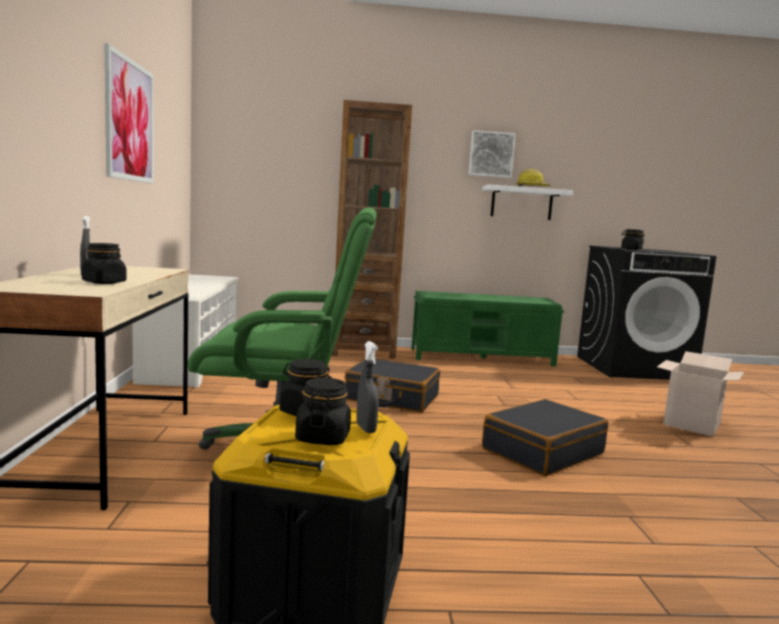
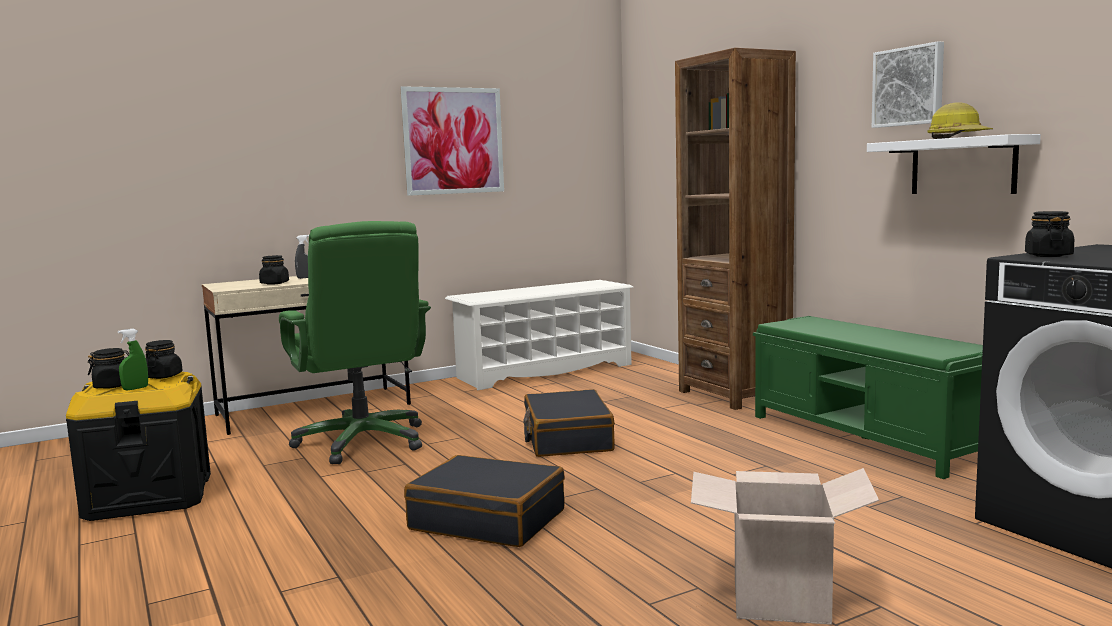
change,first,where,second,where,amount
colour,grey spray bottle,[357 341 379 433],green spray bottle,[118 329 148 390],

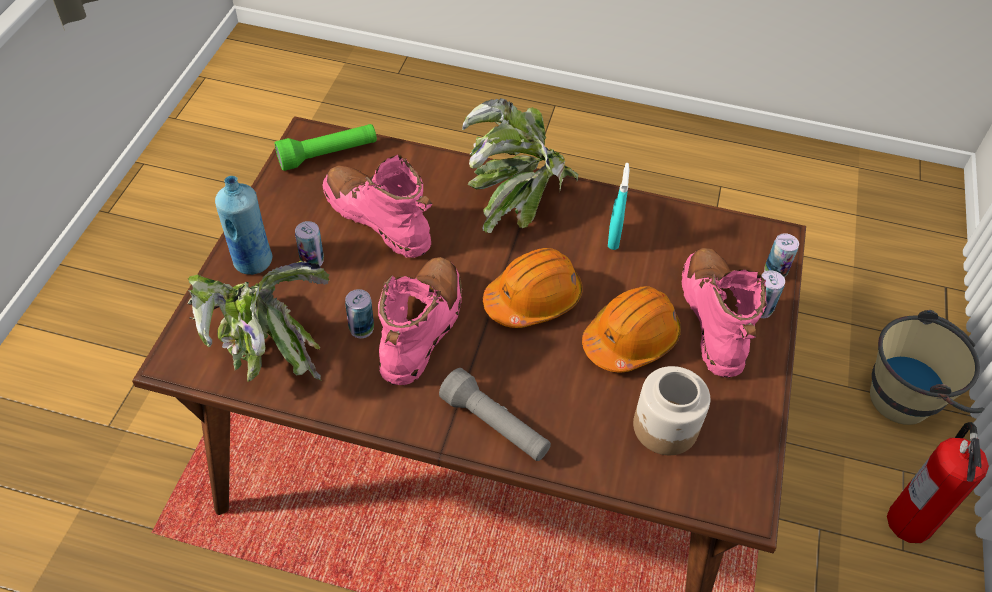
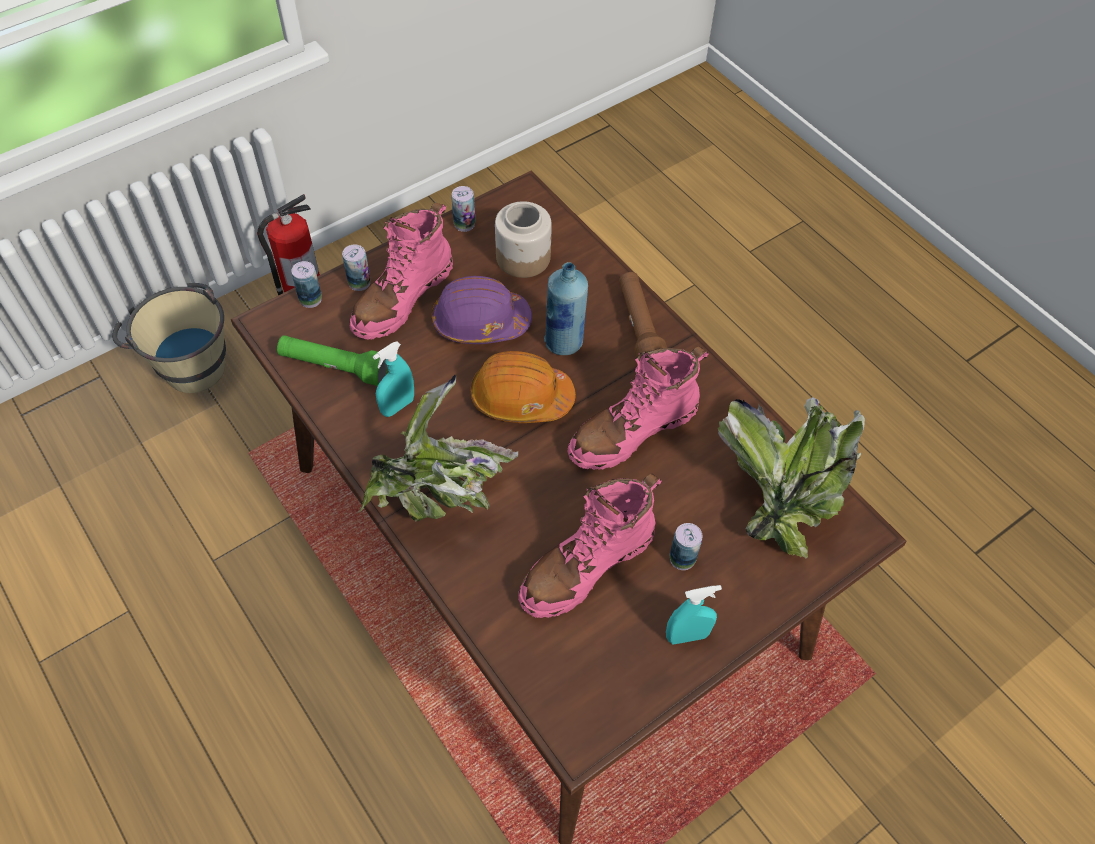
change,first,where,second,where,amount
appeared,,,turquoise spray bottle,[666 585 722 644],
relocated,blue bottle,[215 176 272 275],,[544 262 588 355],
relocated,green flashlight,[275 124 377 171],,[277 335 388 386],
relocated,can,[345 289 374 338],,[452 186 475 232],
colour,grey flashlight,[439 368 551 461],brown flashlight,[619 272 667 358],
colour,orange hard hat,[582 286 681 373],purple hard hat,[432 276 532 344],
spun,pink boot,[322 155 432 258],,[518 474 662 618],60 degrees clockwise

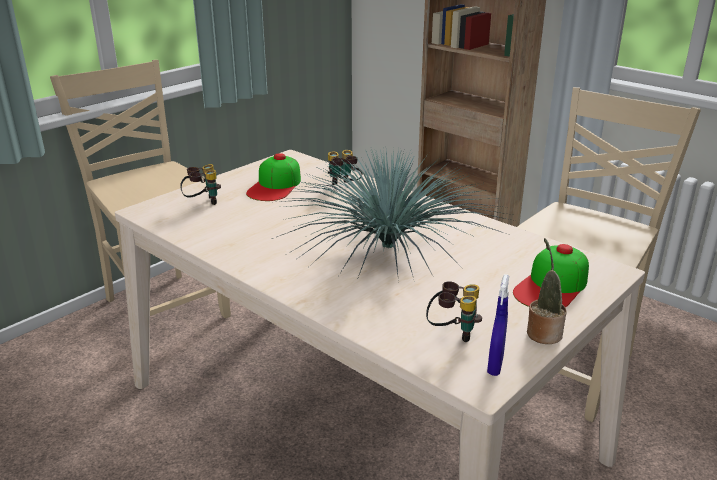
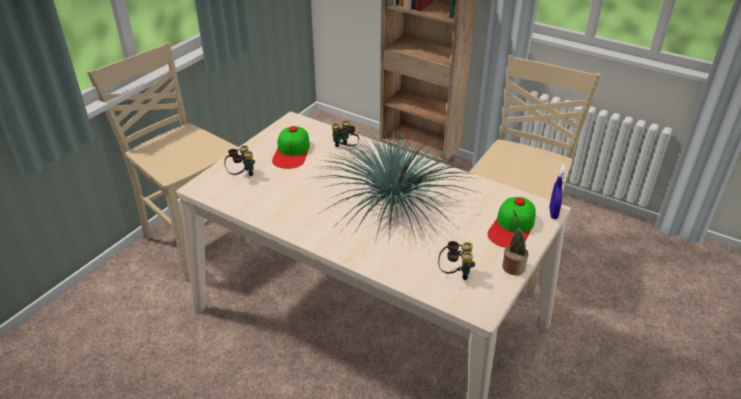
change,first,where,second,where,amount
relocated,blue spray bottle,[487 274 509 376],,[549 164 566 219],

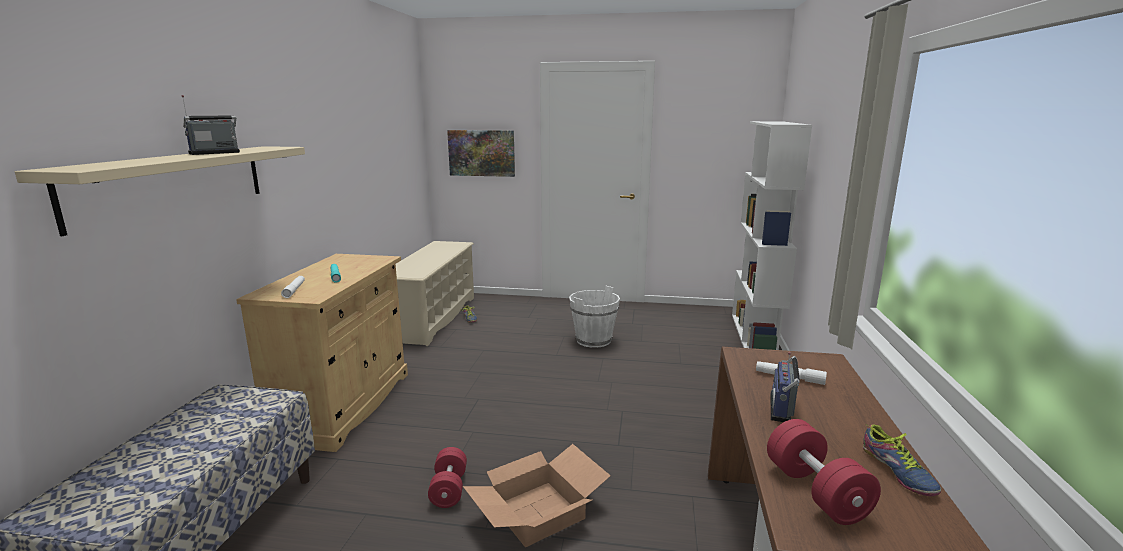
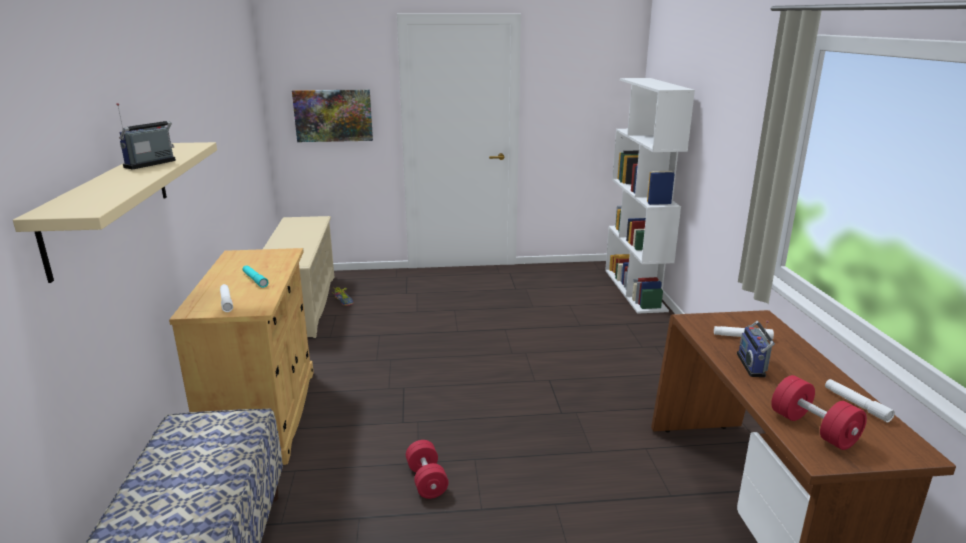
change,first,where,second,where,amount
missing,cardboard box,[463 444 611 547],,,
missing,white bucket,[569 286 620 348],,,
exchanged,shoe,[863 424 941 496],white flashlight,[825 379 895 422],

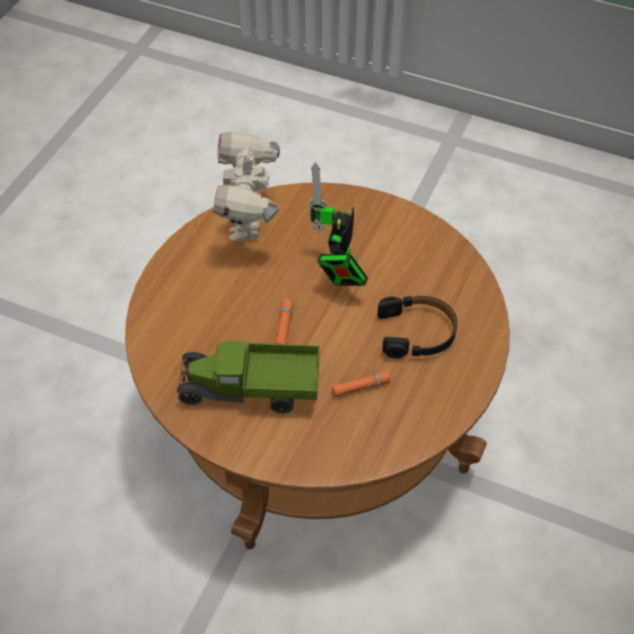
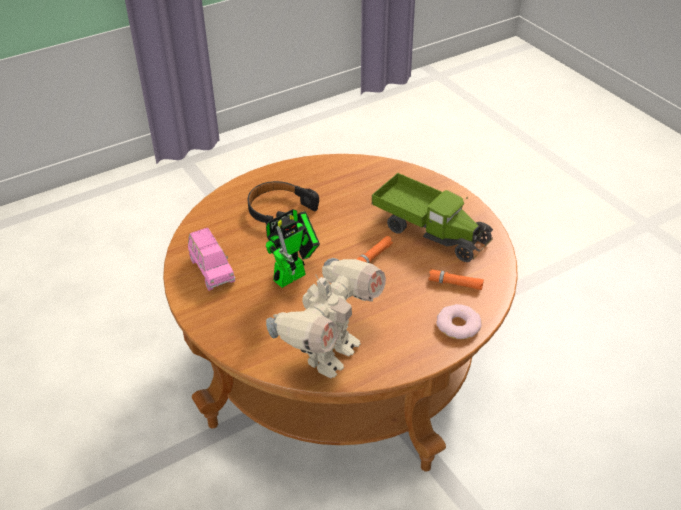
change,first,where,second,where,amount
appeared,,,pink toy car,[188 228 235 291],
appeared,,,donut,[436 304 481 339],
relocated,orange flashlight,[332 371 392 397],,[428 269 484 290],

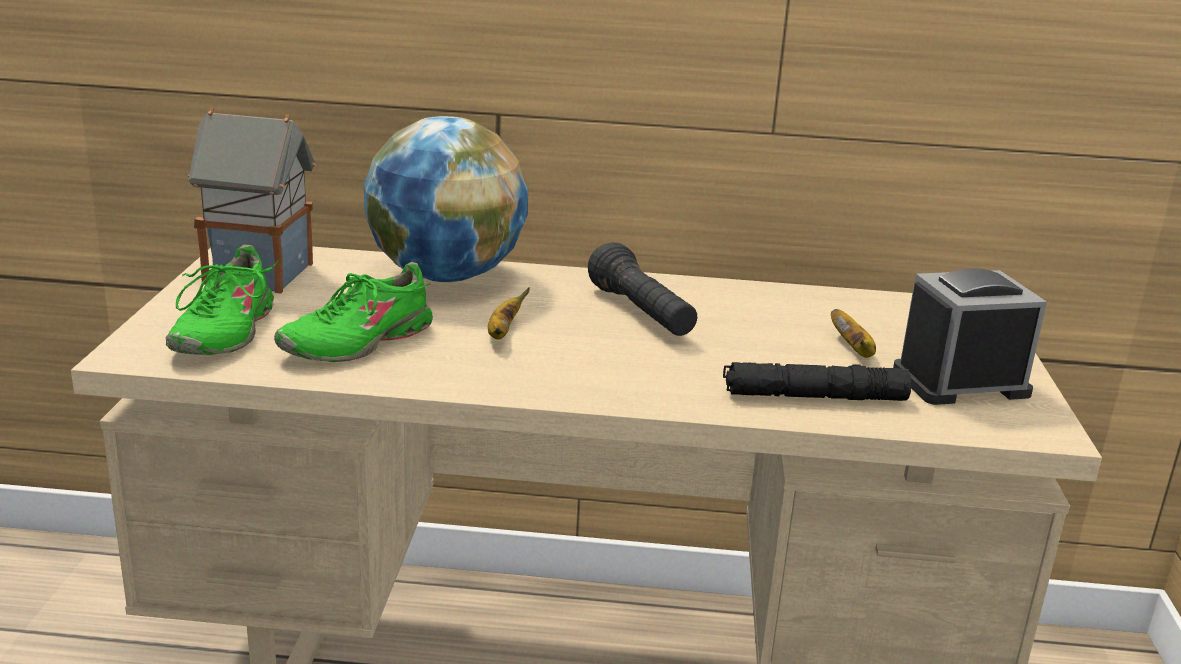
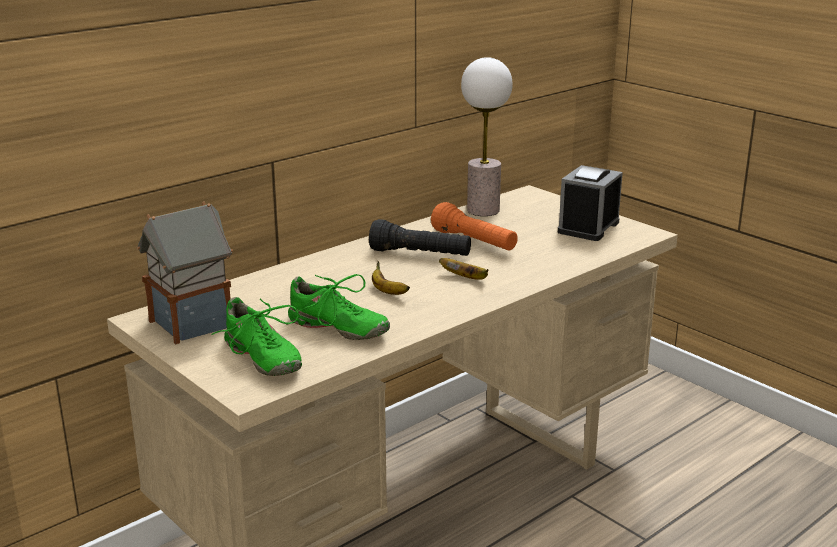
change,first,where,second,where,amount
missing,globe,[364 116 528 282],,,
missing,black flashlight,[723 362 912 401],,,
appeared,,,orange flashlight,[431 202 518 251],
appeared,,,table lamp,[461 57 513 216],
relocated,banana,[831 309 876 358],,[439 258 489 280],
spun,green shoe,[274 262 433 362],,[288 274 390 340],60 degrees counterclockwise

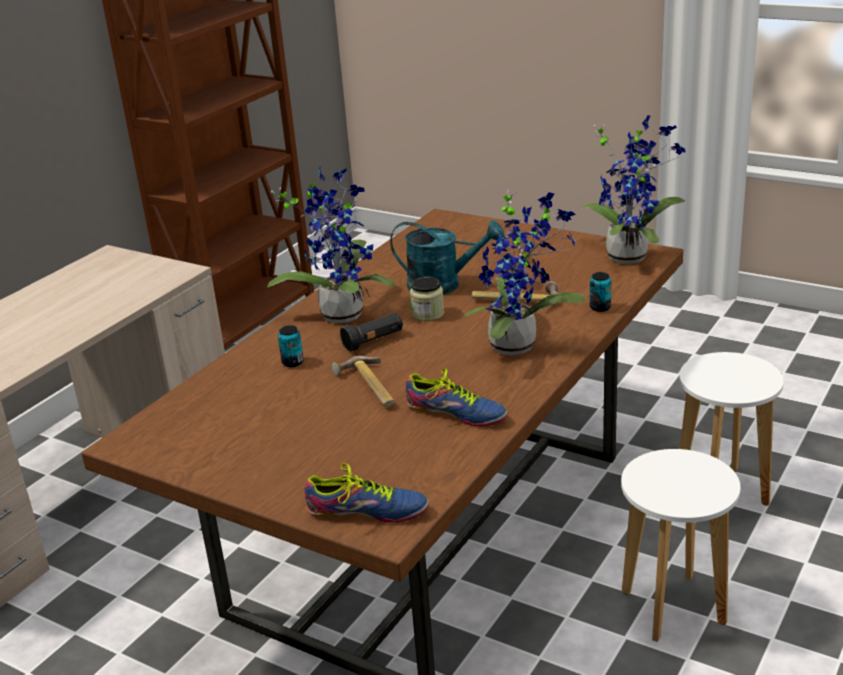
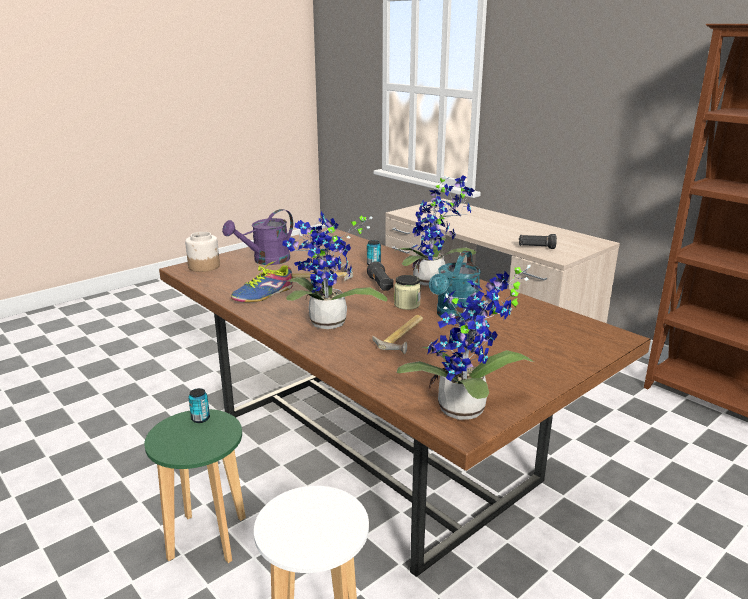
change,first,where,second,where,amount
appeared,,,purple watering can,[222 209 293 265],
appeared,,,black flashlight,[519 234 557 249],
relocated,can,[590 272 611 312],,[188 388 210 423],
exchanged,shoe,[305 463 429 523],jar,[185 232 220 272],
colour,white stool,[621 449 741 642],green stool,[144 409 246 563],

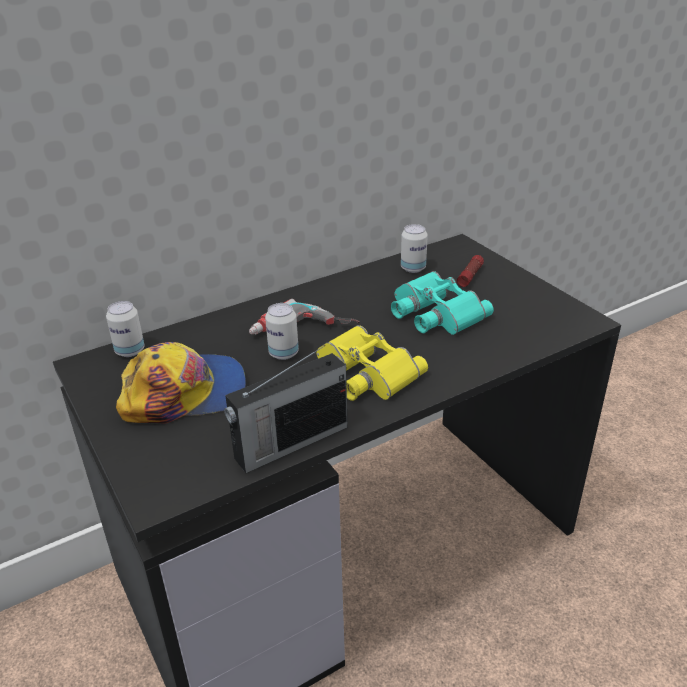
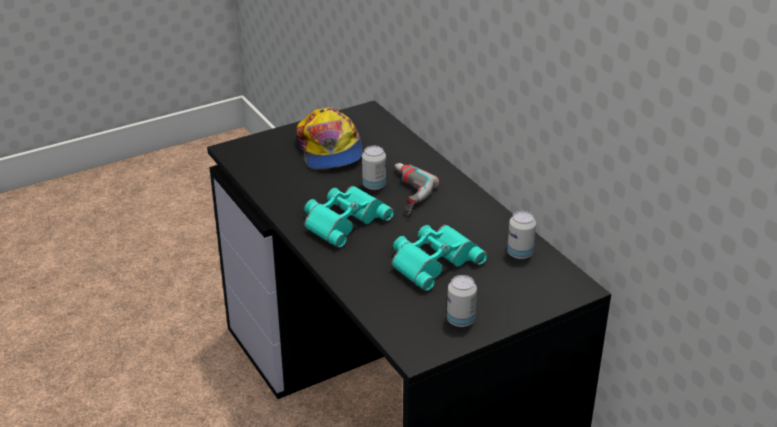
change,first,where,second,where,amount
missing,radio,[224 345 348 473],,,
missing,flashlight,[457 255 484 287],,,
relocated,can,[106 301 145 357],,[447 275 477 327],
colour,yellow binoculars,[317 325 428 401],turquoise binoculars,[304 186 394 248],

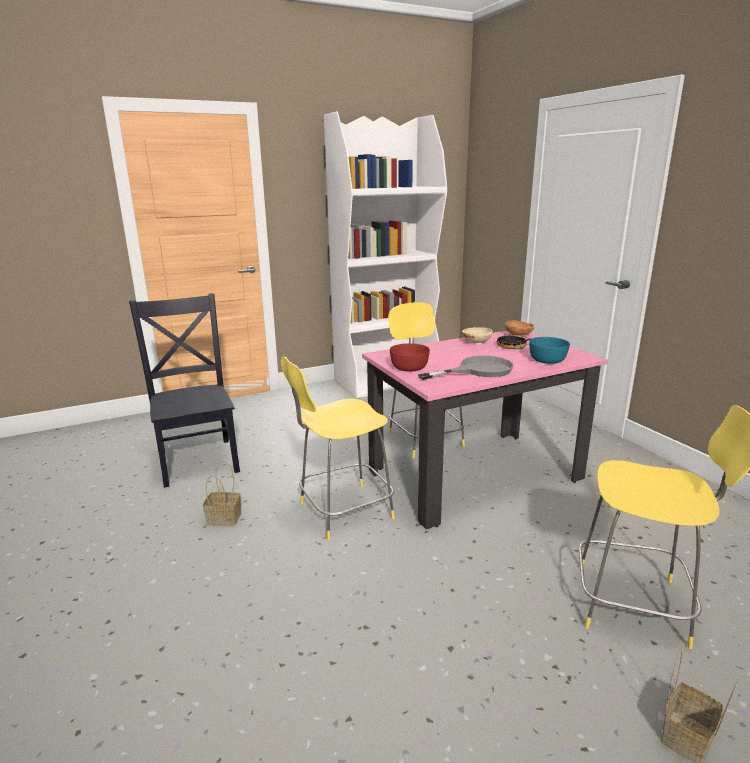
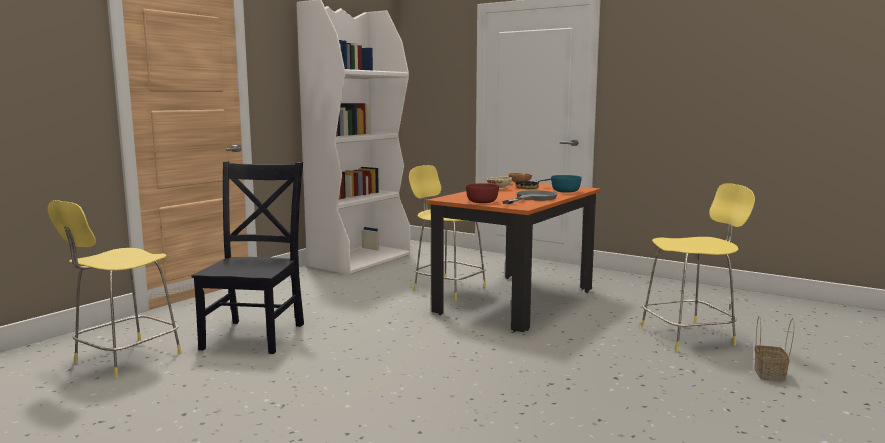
change,first,where,second,where,amount
missing,basket,[203 460 241 526],,,
relocated,yellow stool,[281 356 395 541],,[48 200 182 378],
colour,pink dining table,[362 331 608 529],orange dining table,[426 181 600 332],
spun,black chair,[129 293 240 488],,[191 161 304 354],60 degrees clockwise

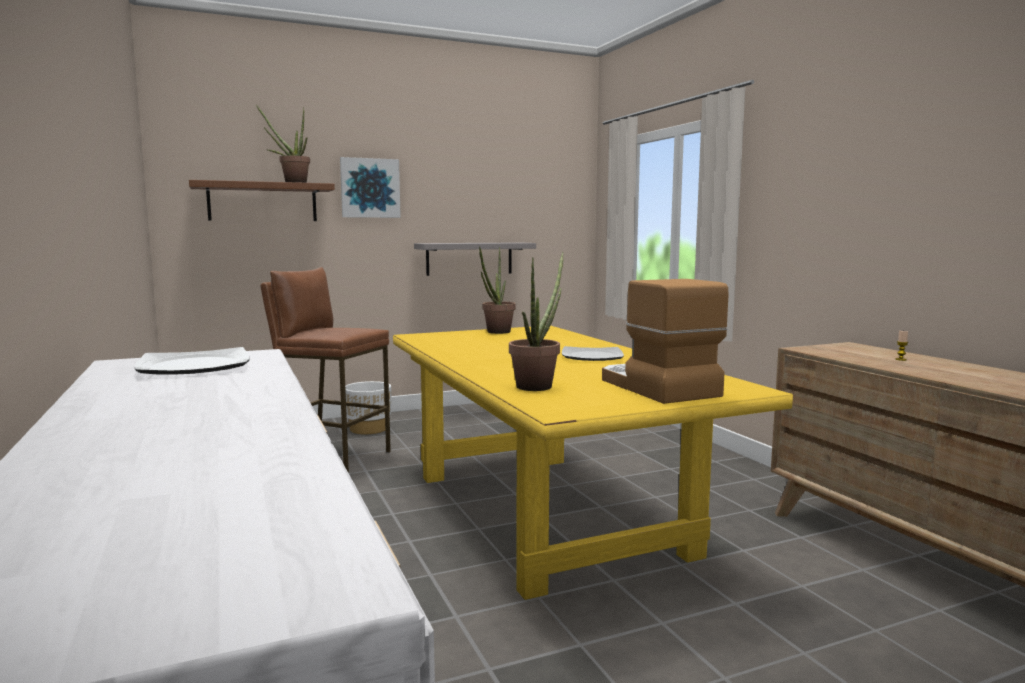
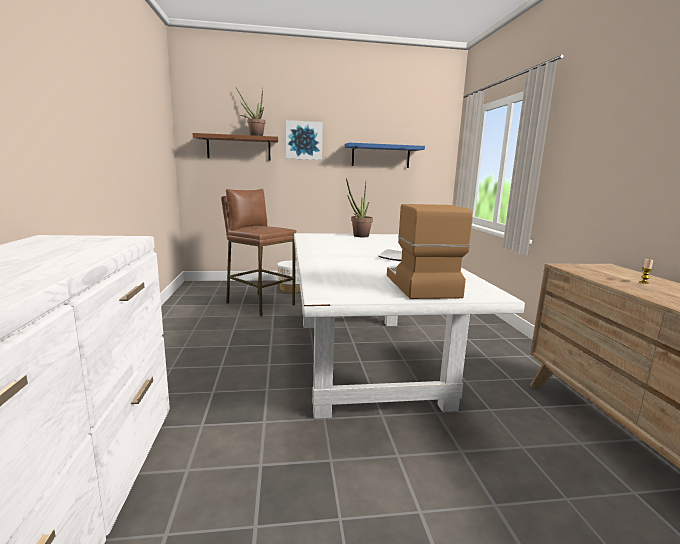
change,first,where,second,where,amount
missing,plate,[134 347 250 375],,,
missing,grey shelf,[414 242 536 276],,,
missing,potted plant,[509 252 563 391],,,
appeared,,,blue shelf,[345 143 425 168],
colour,yellow dining table,[393 325 793 600],white dining table,[294 233 525 419],

